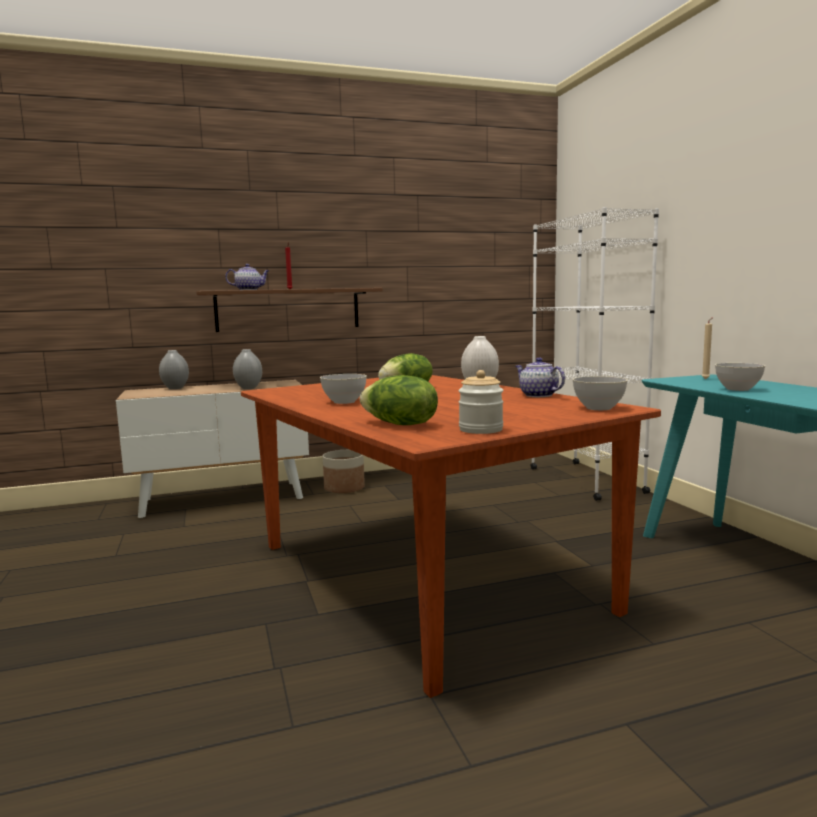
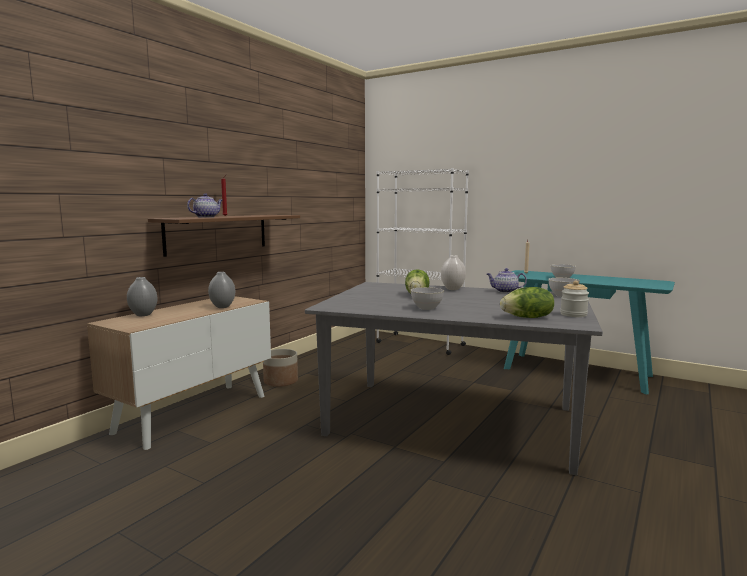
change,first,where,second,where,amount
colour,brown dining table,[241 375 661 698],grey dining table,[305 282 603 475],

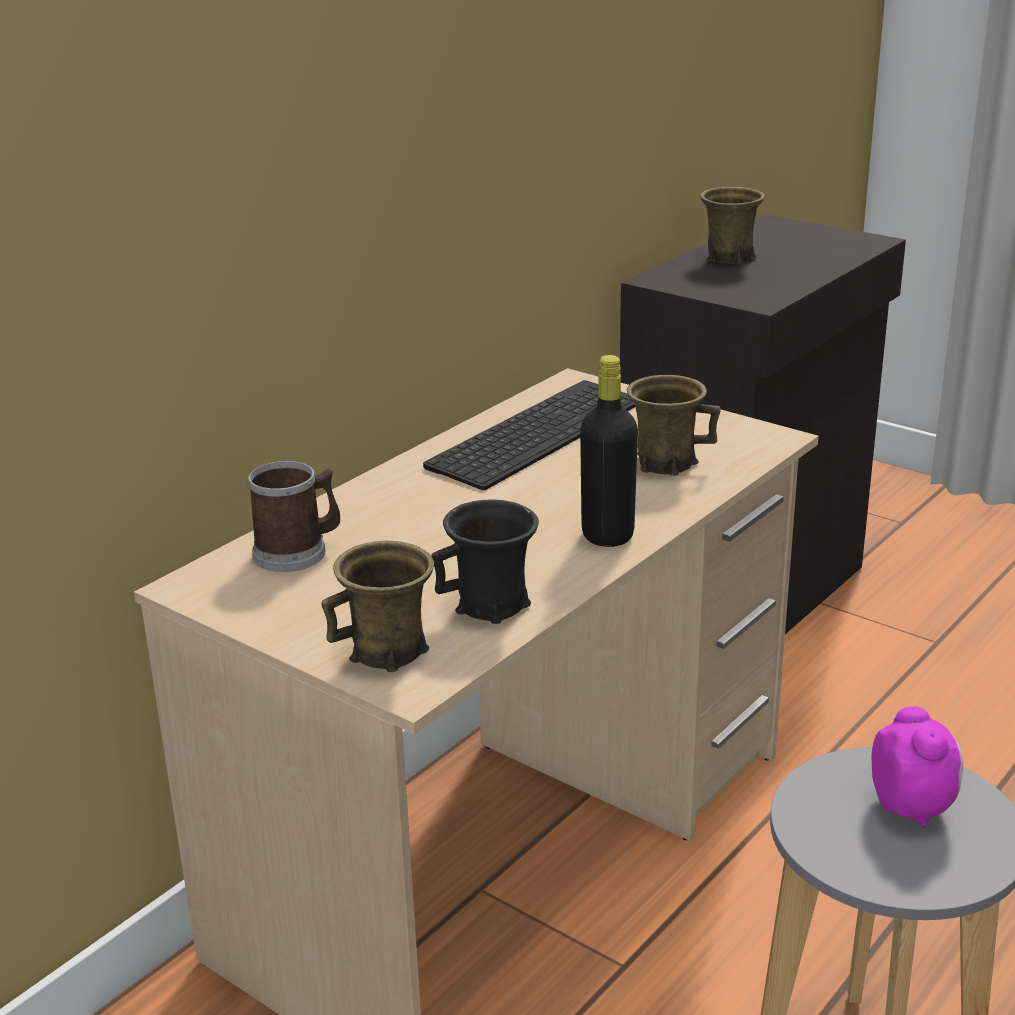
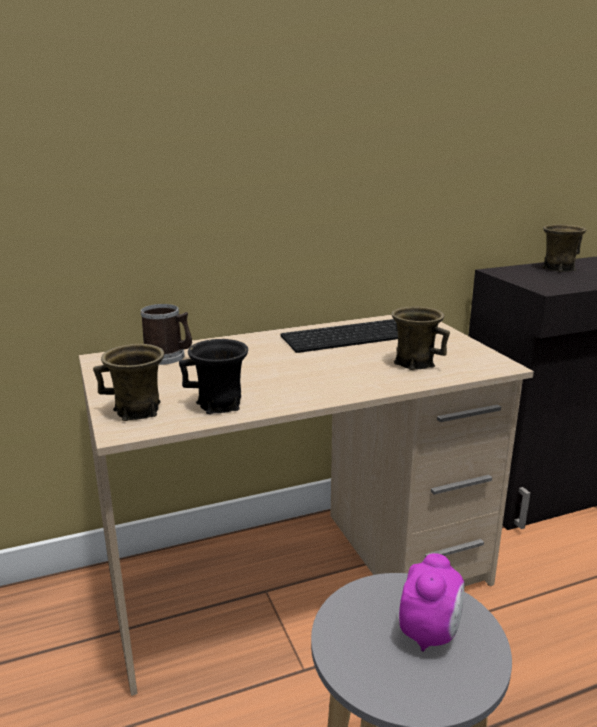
change,first,where,second,where,amount
missing,black bottle,[580 355 638 547],,,

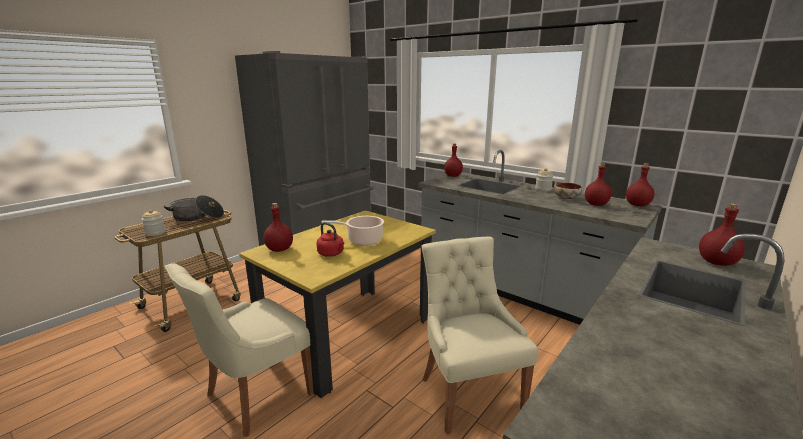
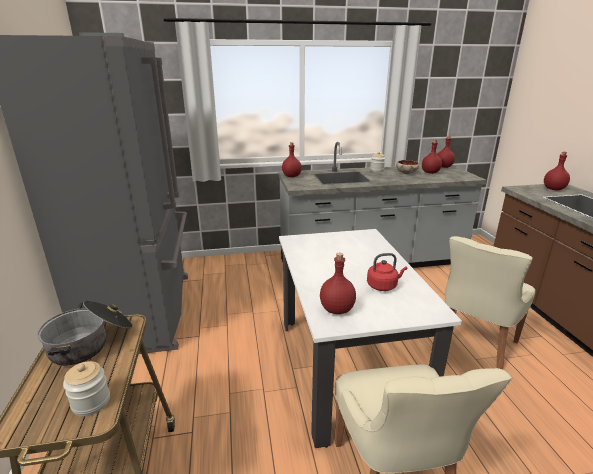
change,first,where,second,where,amount
missing,cooking pot,[322 216 384 246],,,
colour,yellow dining table,[239 210 436 398],white dining table,[279 229 462 448],
spun,beige chair,[422 237 539 434],,[445 236 536 369],75 degrees counterclockwise

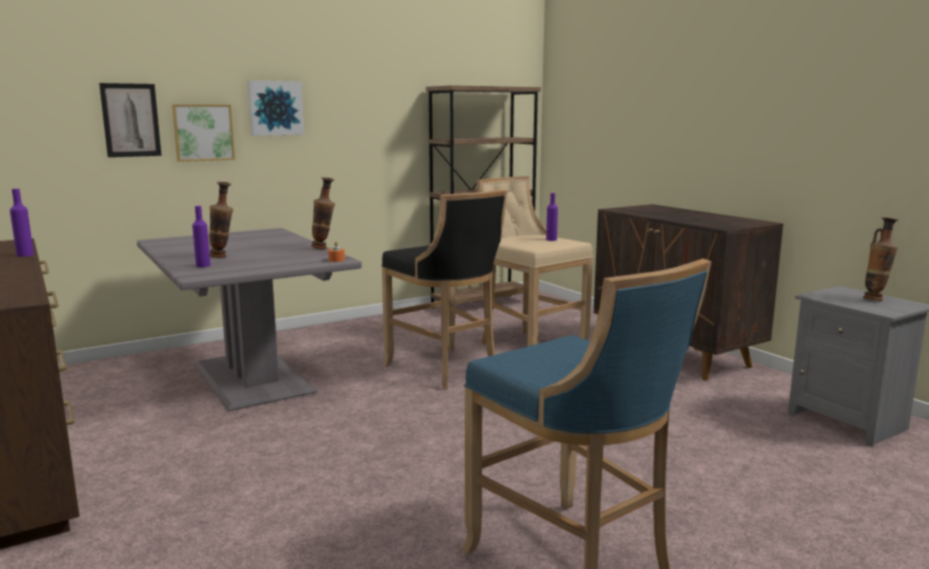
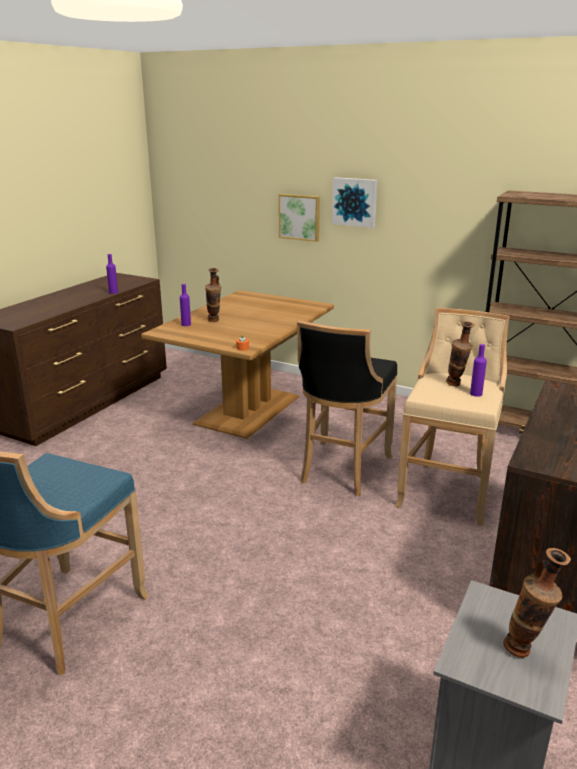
change,first,where,second,where,amount
missing,picture,[99 83 162 157],,,
relocated,vase,[311 177 335 249],,[446 321 474 386],
colour,grey dining table,[137 228 362 411],brown dining table,[141 290 334 439],

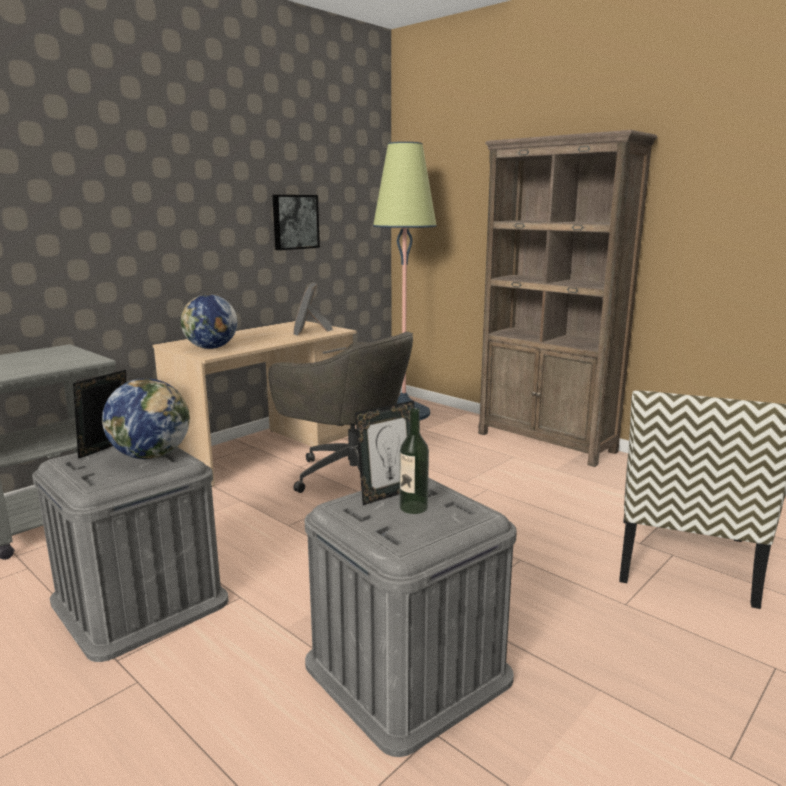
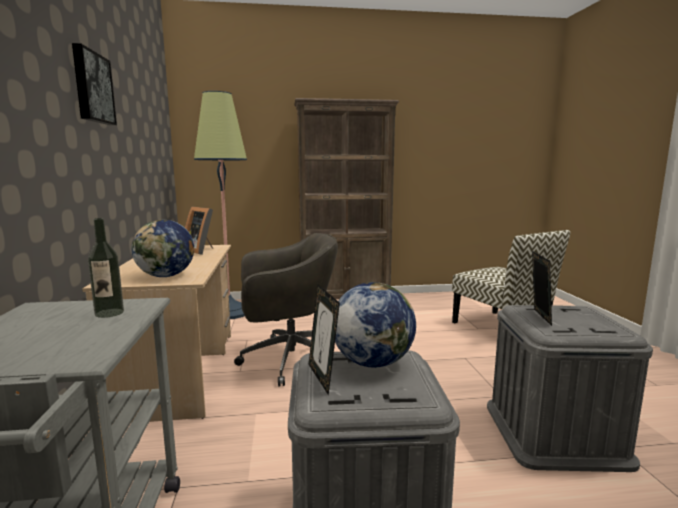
change,first,where,second,where,amount
relocated,picture,[273 195 320 250],,[72 43 117 125],
relocated,bottle,[400 408 429 514],,[88 218 124 318],

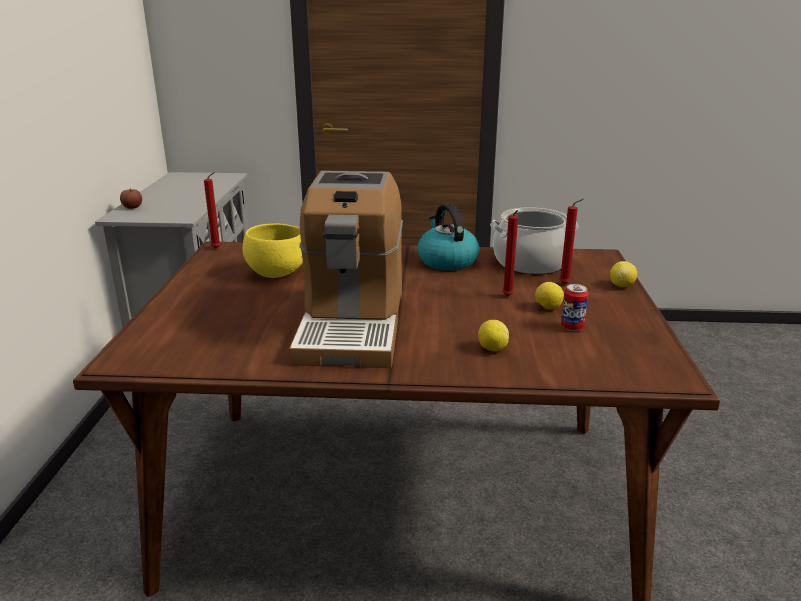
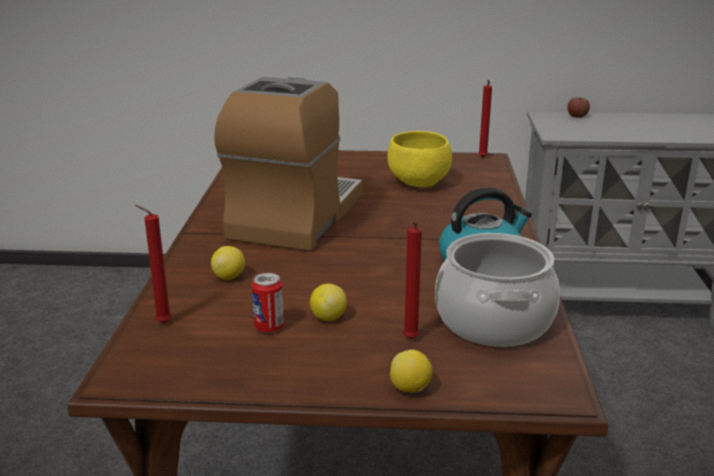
change,first,where,second,where,amount
relocated,red candle,[502 210 518 296],,[135 205 172 323],
spun,coffee machine,[289 171 403 368],,[214 77 363 251],105 degrees clockwise

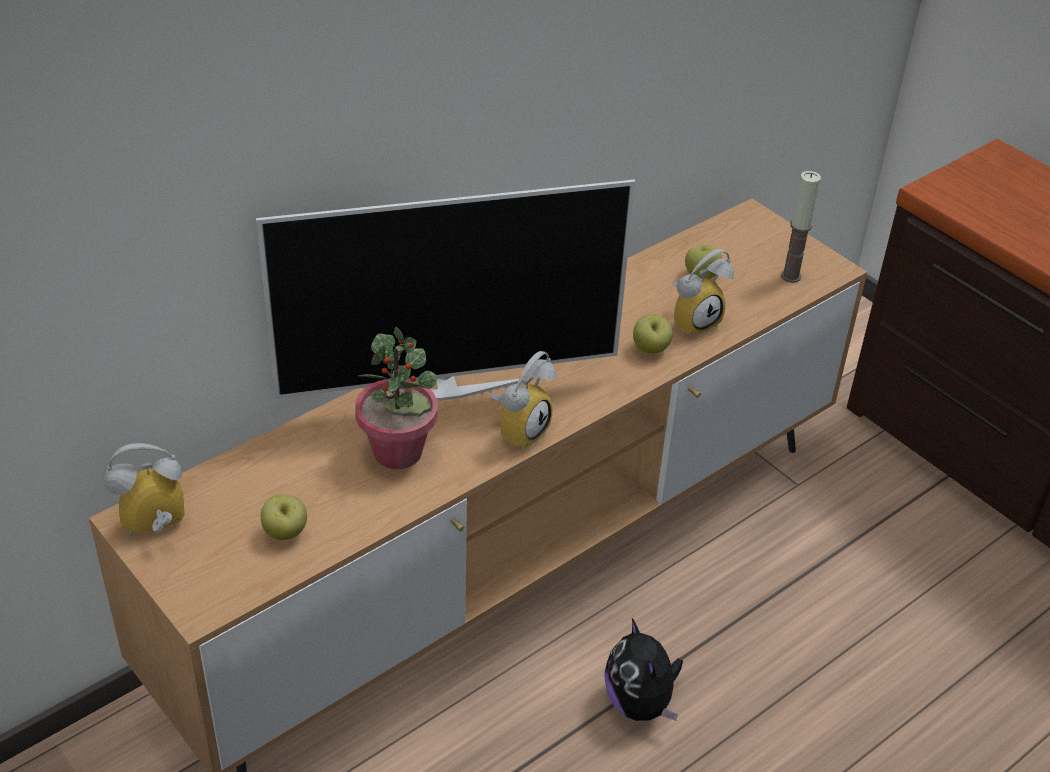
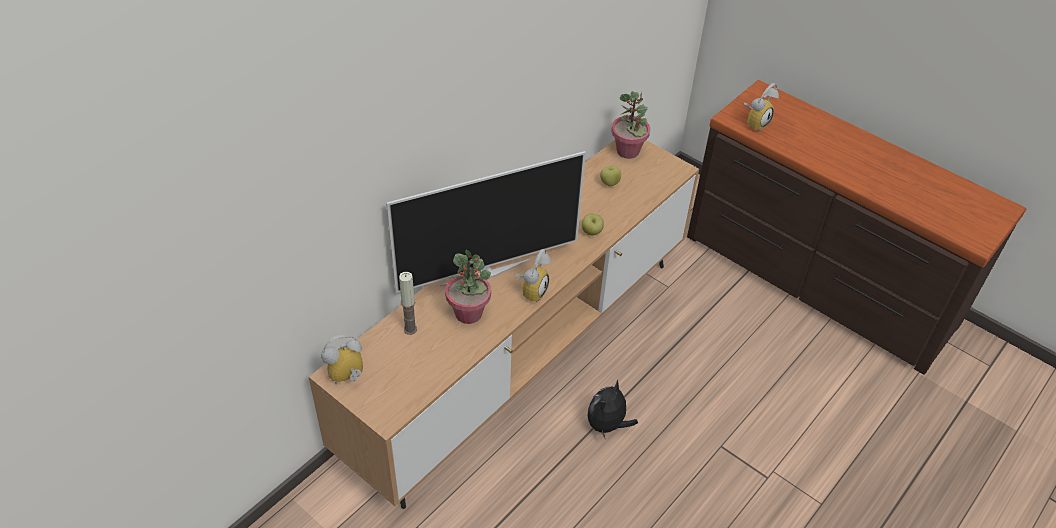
change,first,where,second,where,amount
missing,apple,[261 494 307 540],,,
appeared,,,potted plant,[611 91 650 159],
relocated,alarm clock,[671 249 734 338],,[744 83 779 132],
relocated,candle,[781 171 821 283],,[399 272 417 335],
spun,plush toy,[604 618 683 721],,[588 379 638 438],60 degrees clockwise

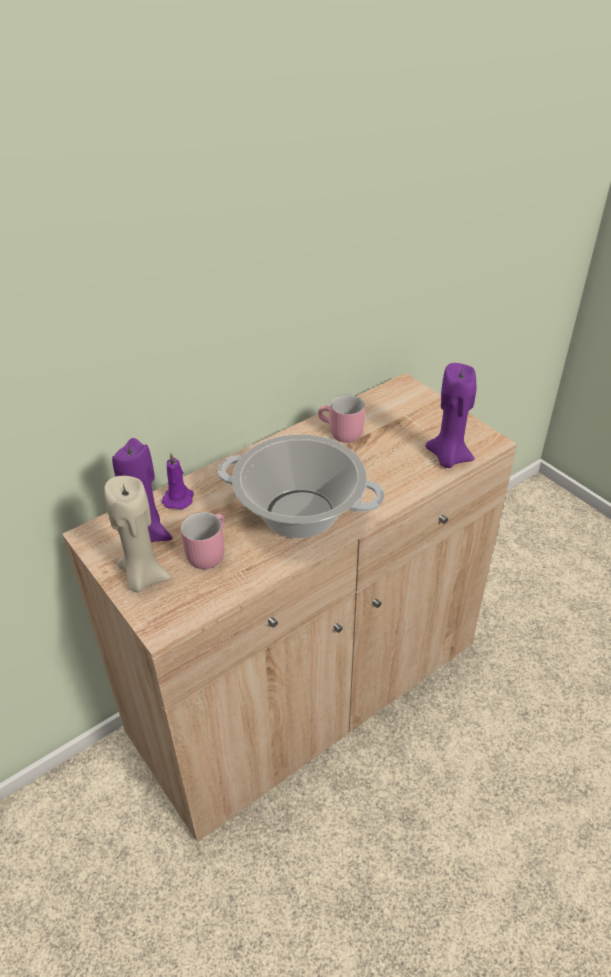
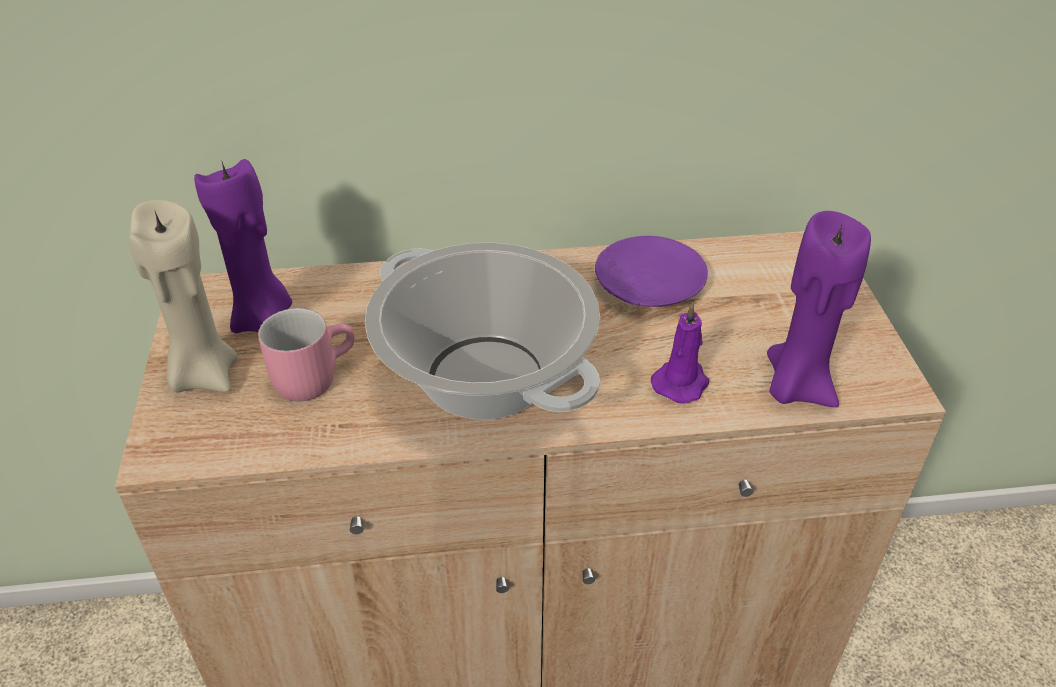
change,first,where,second,where,amount
relocated,purple candle,[162 453 194 509],,[651 302 710 404],
exchanged,pink mug,[318 394 365 443],purple plate,[595 236 708 307],

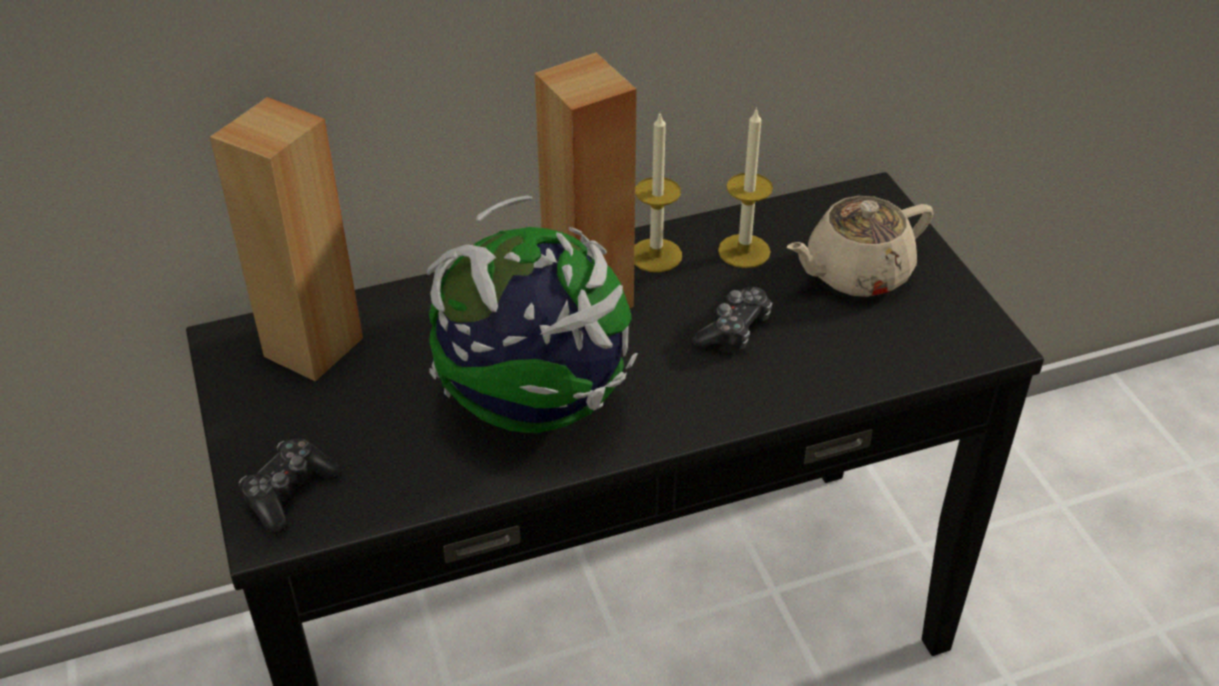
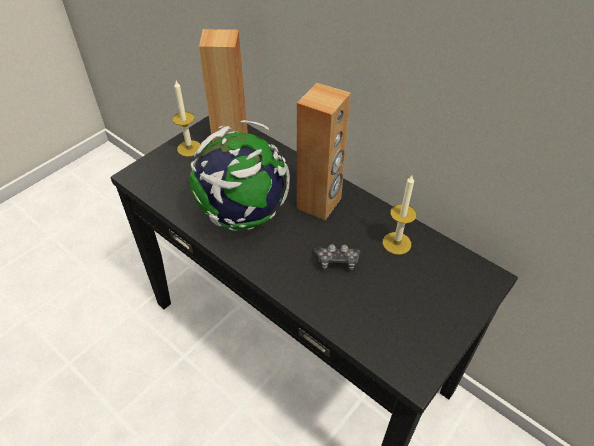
change,first,where,second,where,amount
missing,game controller,[239 438 342 534],,,
missing,beige teapot,[787 196 934 297],,,
relocated,candle,[634 111 682 272],,[173 81 201 157],

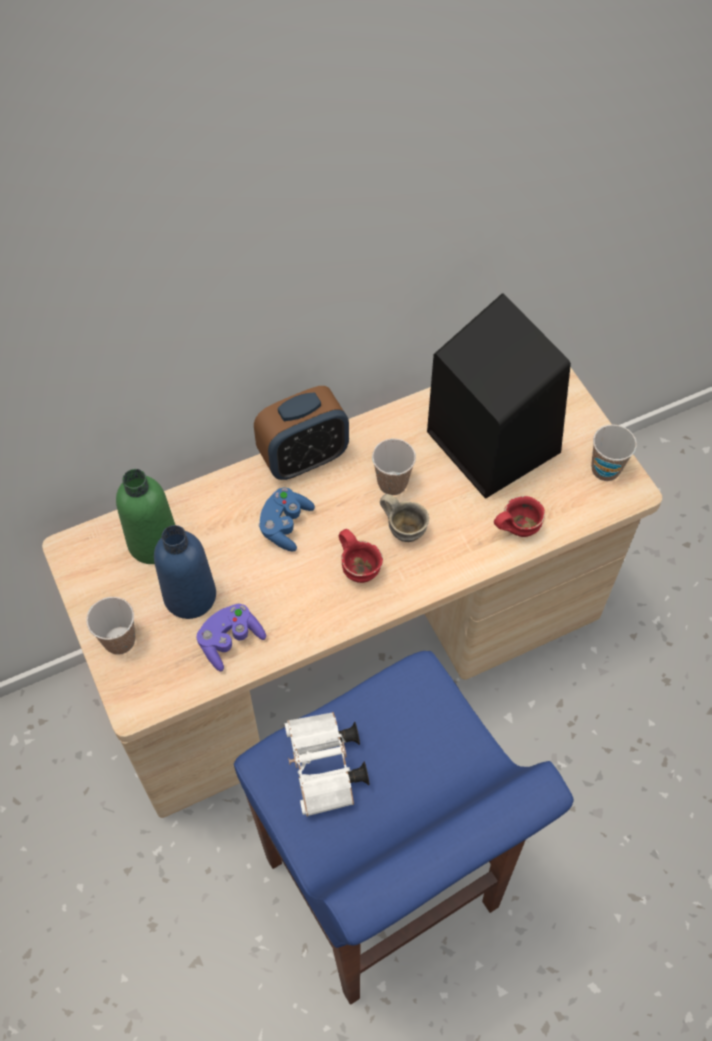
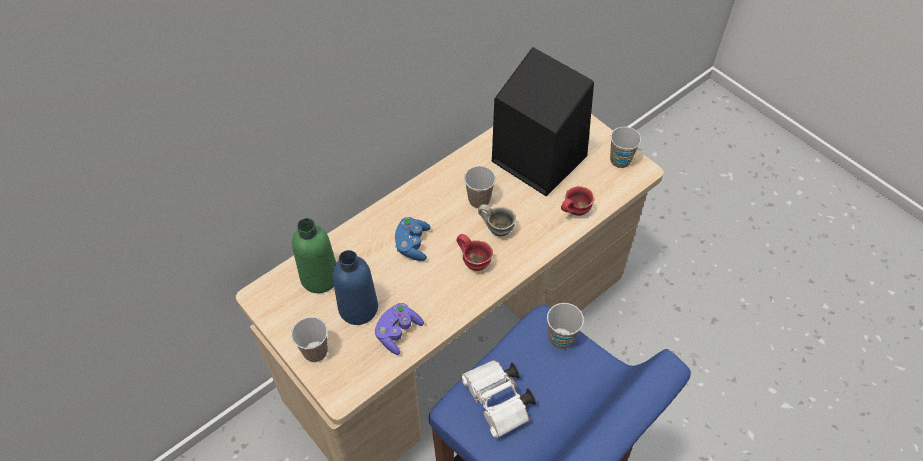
change,first,where,second,where,amount
missing,alarm clock,[254 386 349 480],,,
appeared,,,cup,[547 303 584 349],

